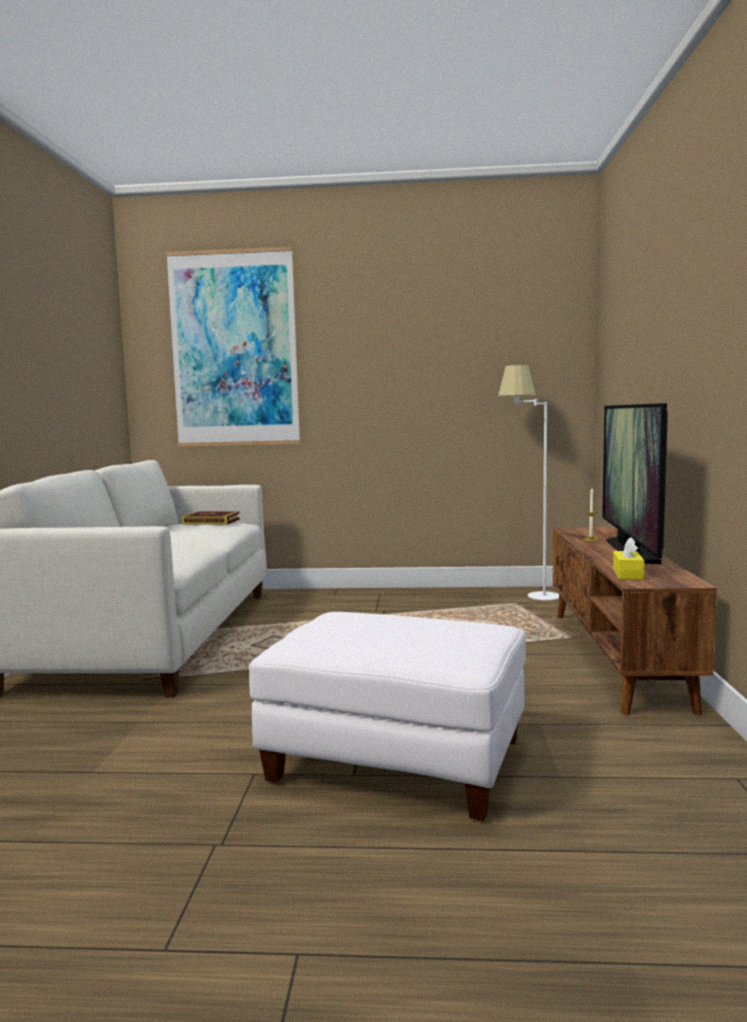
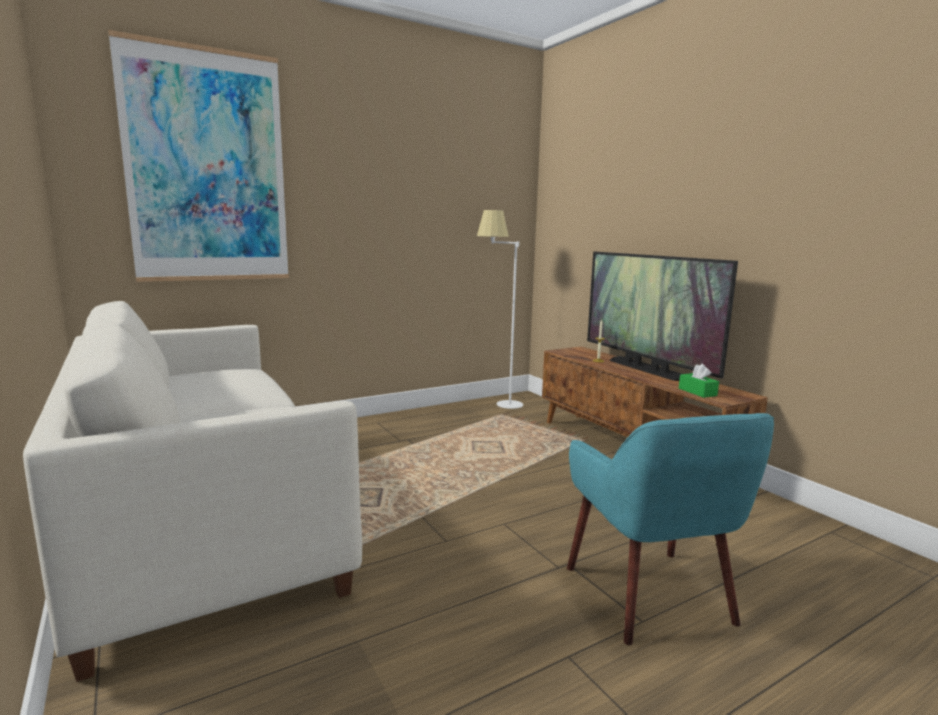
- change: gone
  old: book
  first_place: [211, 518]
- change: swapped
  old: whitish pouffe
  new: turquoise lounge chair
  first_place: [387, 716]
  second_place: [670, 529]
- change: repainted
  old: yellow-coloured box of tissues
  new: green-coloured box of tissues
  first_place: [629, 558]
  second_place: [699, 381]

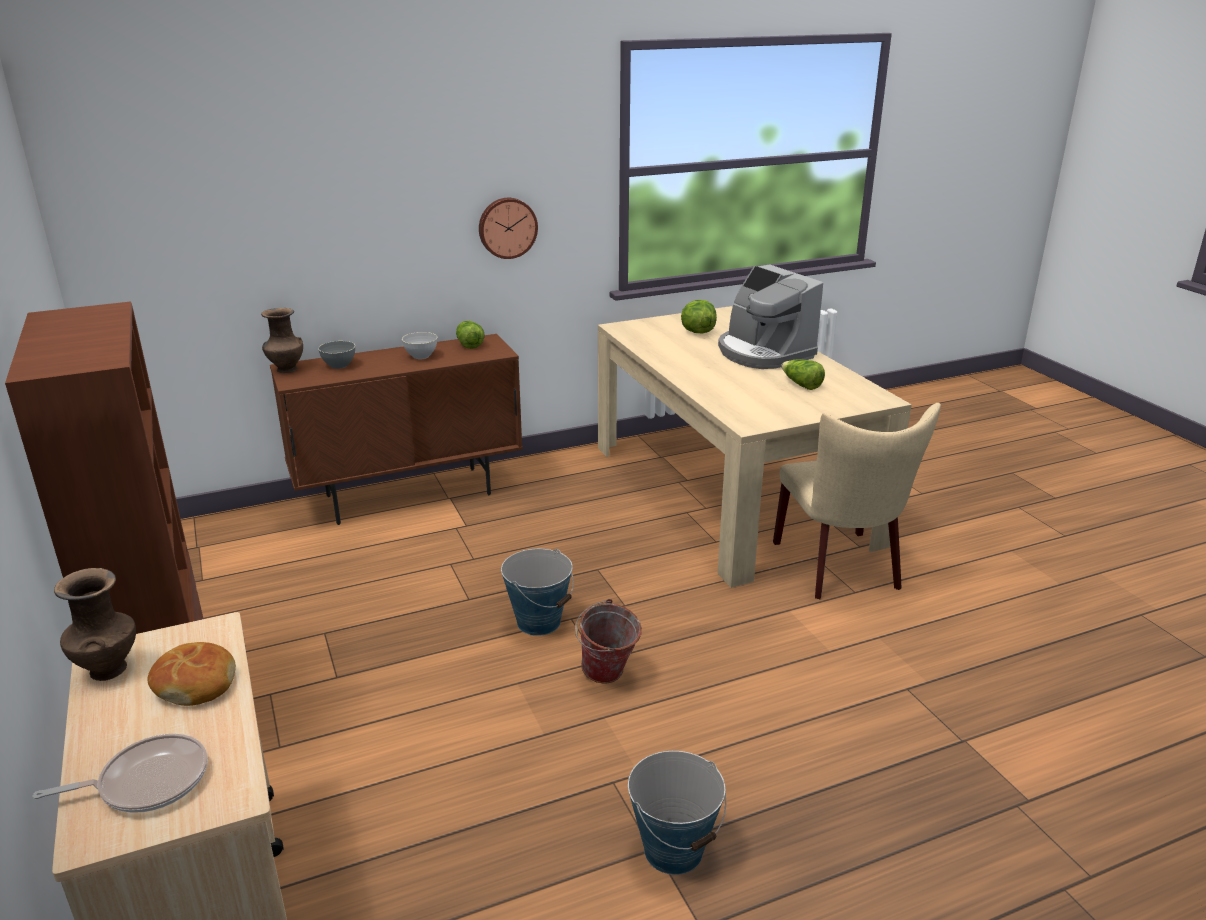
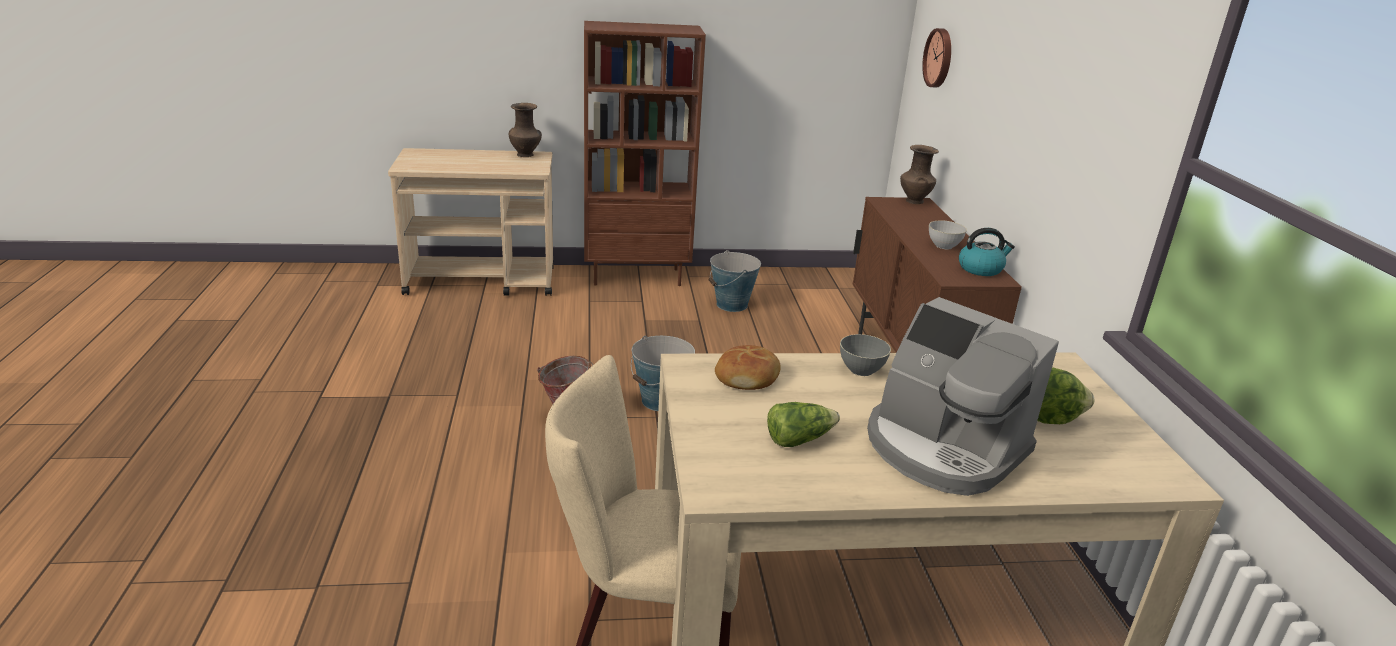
- change: gone
  old: pan
  first_place: [120, 773]
- change: shifted
  old: bakery bread
  first_place: [192, 674]
  second_place: [748, 367]
- change: shifted
  old: greyish deep dish
  first_place: [336, 355]
  second_place: [865, 355]
- change: swapped
  old: head of lettuce
  new: tea kettle
  first_place: [470, 335]
  second_place: [987, 252]
- change: shifted
  old: hanging clock
  first_place: [508, 228]
  second_place: [936, 57]
- change: shifted
  old: water bucket
  first_place: [677, 813]
  second_place: [735, 281]
- change: rotated
  old: coffee brewer
  first_place: [770, 316]
  second_place: [963, 396]
  degrees: -120

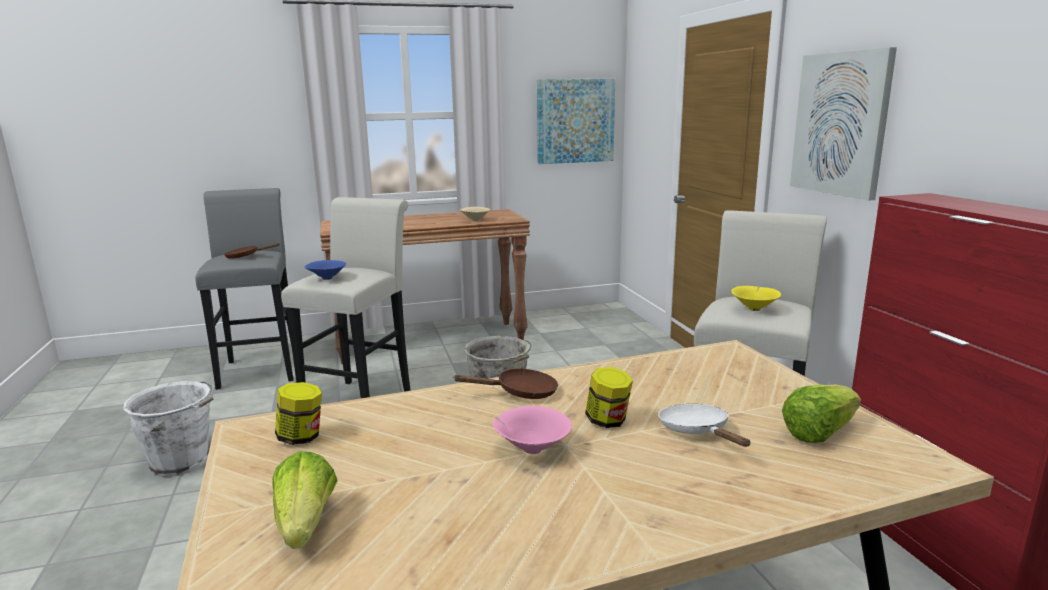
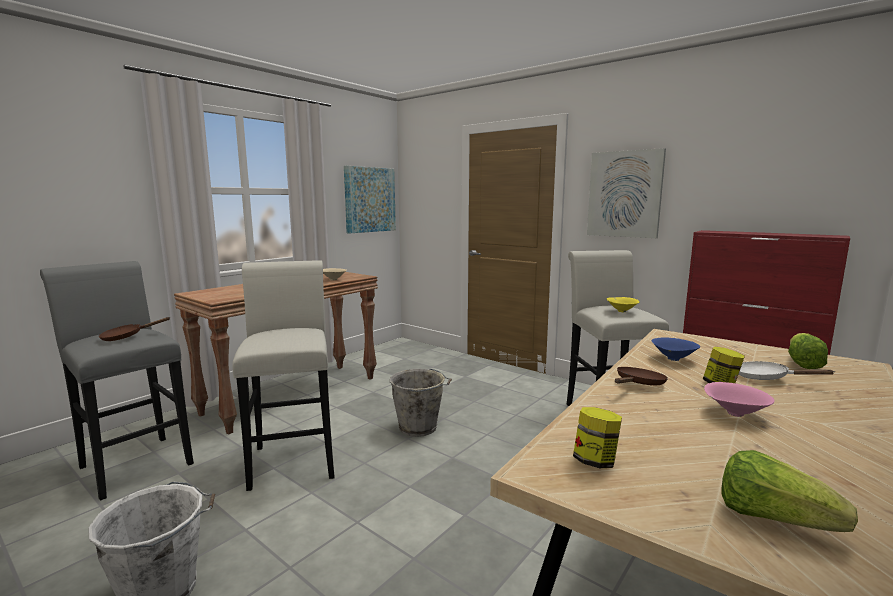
- change: shifted
  old: bluish deep dish
  first_place: [325, 270]
  second_place: [675, 349]

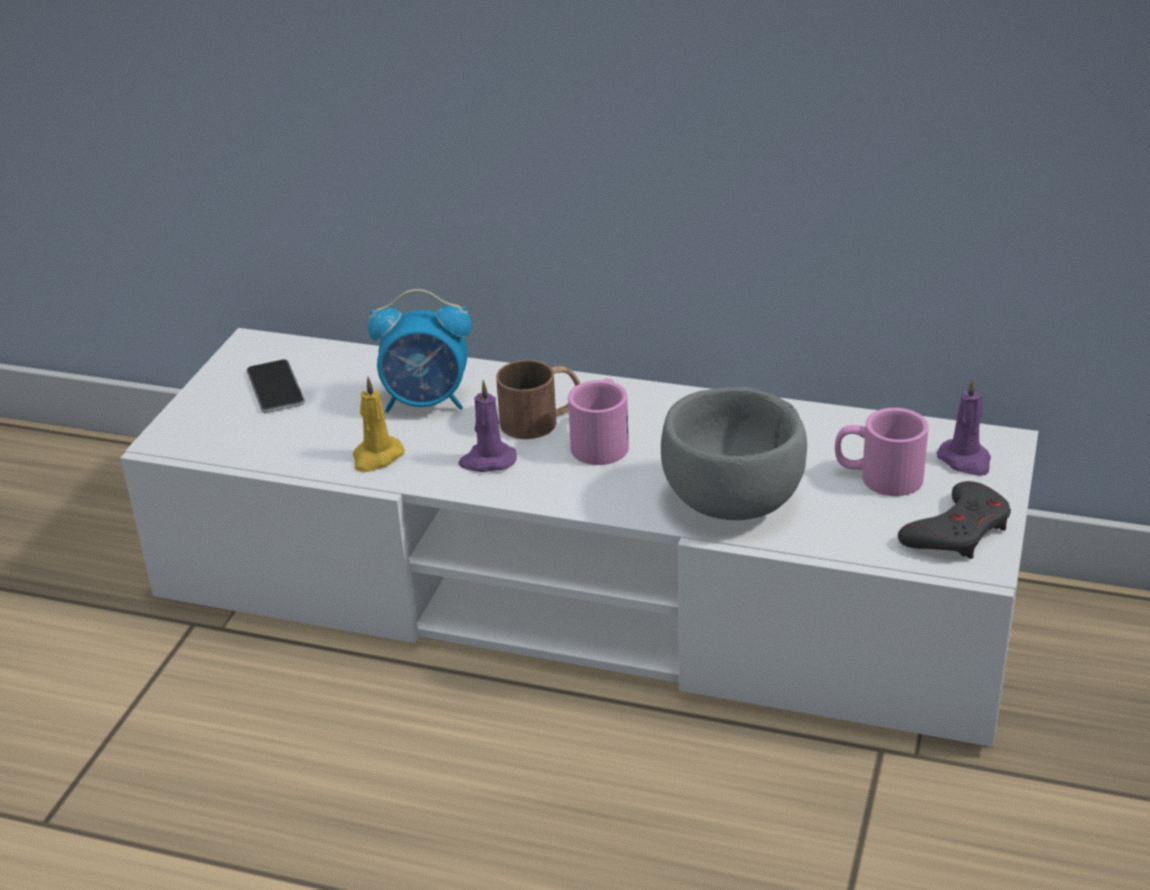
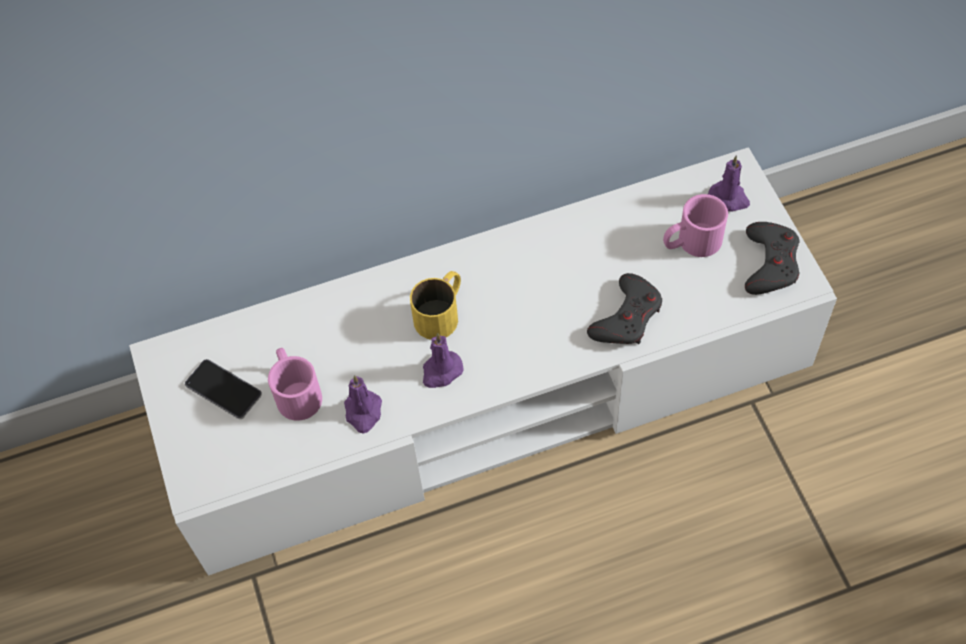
- change: repainted
  old: yellow-coloured candle
  new: purple candle
  first_place: [379, 424]
  second_place: [363, 404]
- change: gone
  old: alarm clock
  first_place: [419, 351]
- change: repainted
  old: brown-coloured coffee mug
  new: yellow-coloured coffee mug
  first_place: [538, 399]
  second_place: [435, 305]
- change: shifted
  old: pinkish coffee mug
  first_place: [598, 421]
  second_place: [295, 384]
- change: swapped
  old: greyish deep dish
  new: greyish gamepad
  first_place: [734, 453]
  second_place: [624, 308]

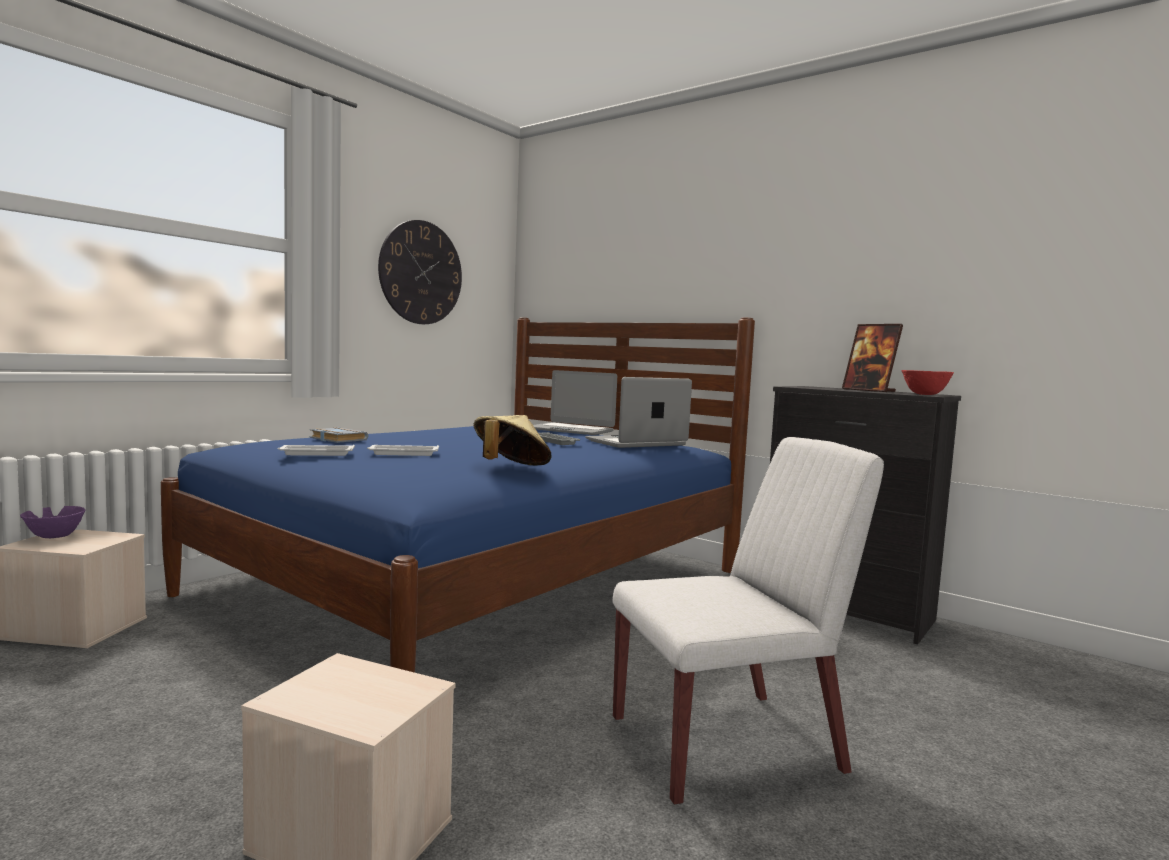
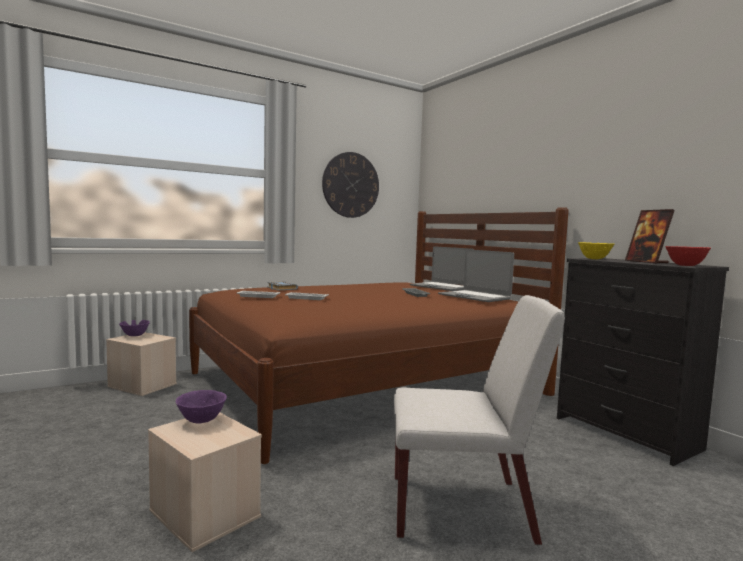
- change: repainted
  old: bluish sleeping bed
  new: brown-coloured sleeping bed
  first_place: [458, 495]
  second_place: [379, 335]
- change: gone
  old: sand-coloured wearable hat
  first_place: [513, 440]
- change: rotated
  old: laptop
  first_place: [638, 412]
  second_place: [476, 275]
  degrees: -120
- change: new
  new: purple deep dish
  second_place: [201, 407]
- change: new
  new: yellow-coloured deep dish
  second_place: [596, 250]

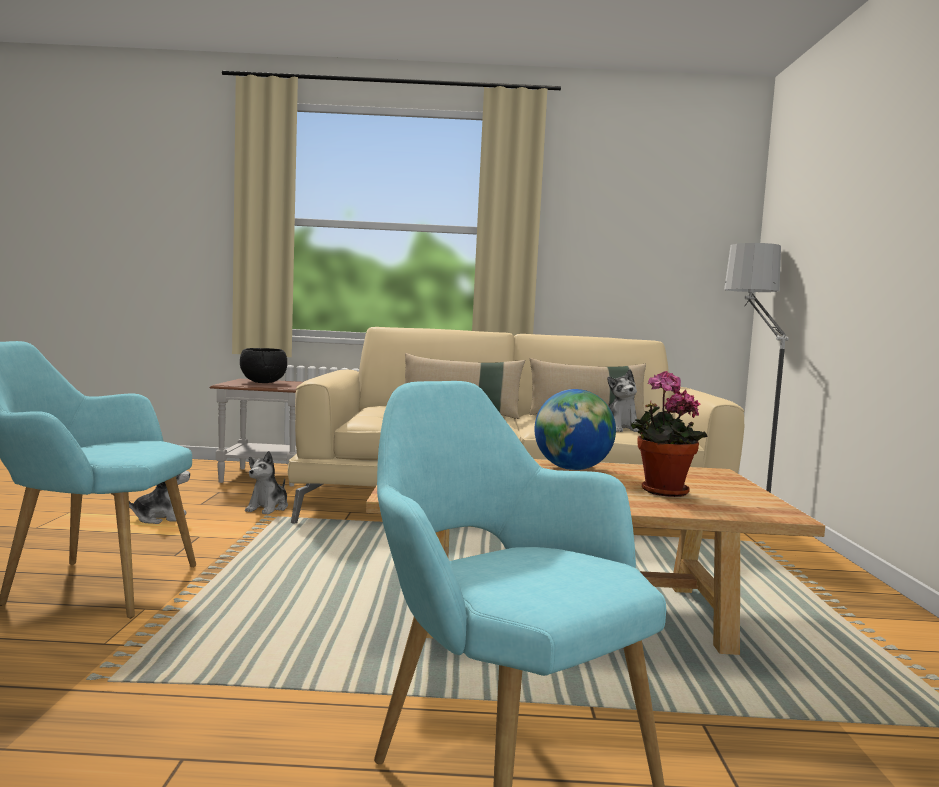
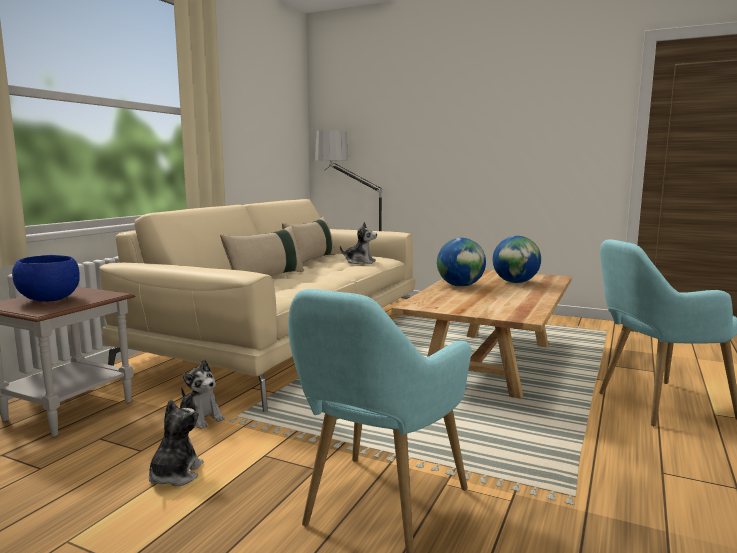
- change: repainted
  old: black-coloured deep dish
  new: bluish deep dish
  first_place: [263, 365]
  second_place: [46, 278]
- change: swapped
  old: houseplant
  new: globe
  first_place: [669, 434]
  second_place: [517, 259]

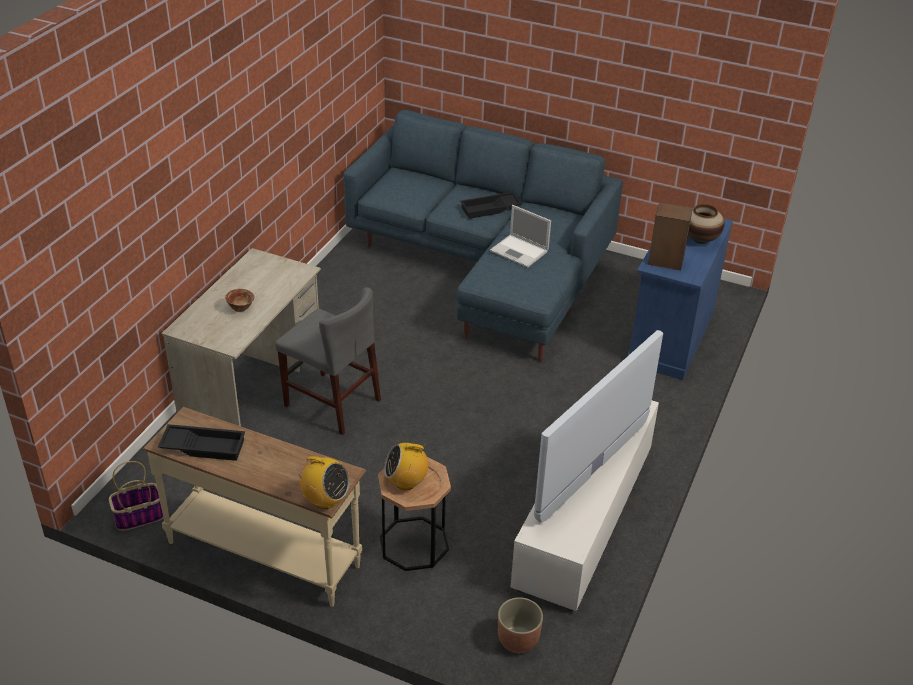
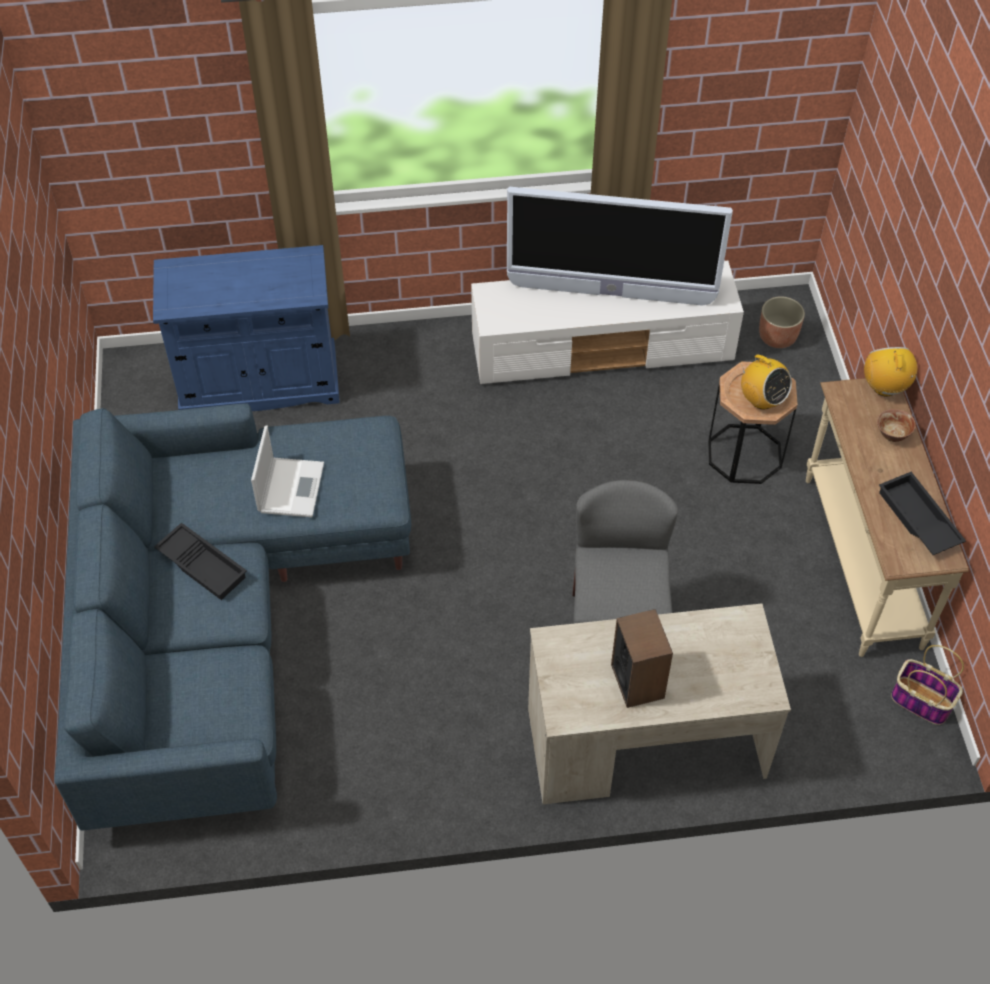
- change: shifted
  old: deep dish
  first_place: [239, 300]
  second_place: [896, 425]
- change: shifted
  old: speaker
  first_place: [670, 236]
  second_place: [642, 658]
- change: gone
  old: decorative vase
  first_place: [706, 224]

